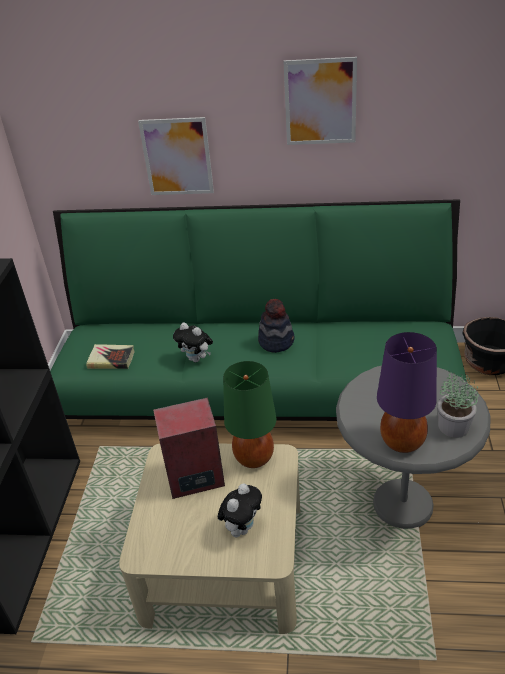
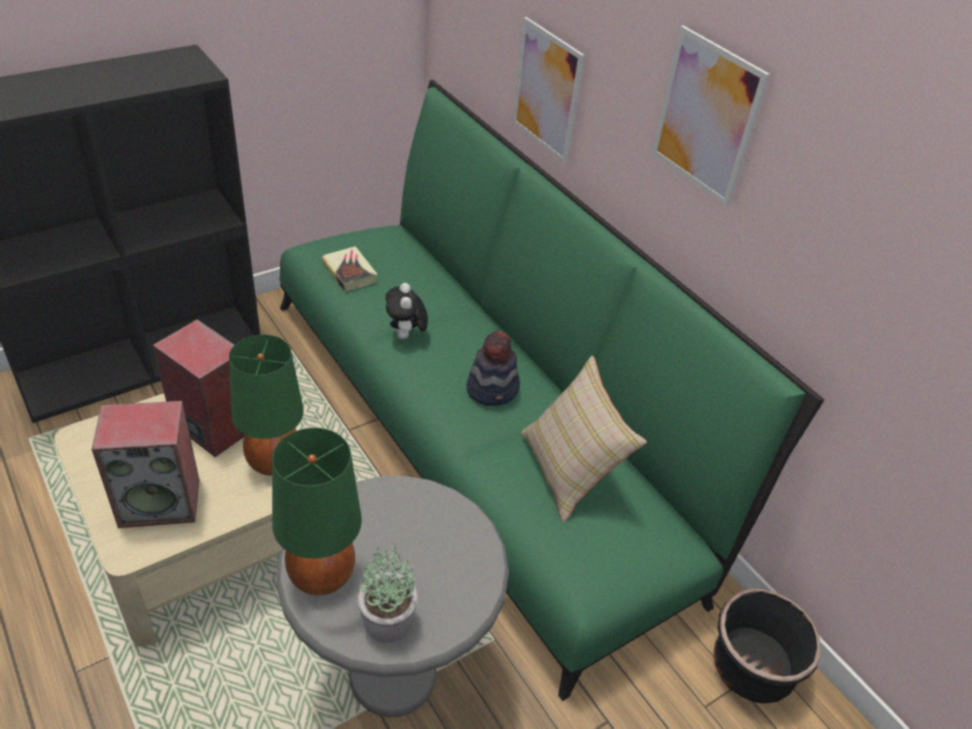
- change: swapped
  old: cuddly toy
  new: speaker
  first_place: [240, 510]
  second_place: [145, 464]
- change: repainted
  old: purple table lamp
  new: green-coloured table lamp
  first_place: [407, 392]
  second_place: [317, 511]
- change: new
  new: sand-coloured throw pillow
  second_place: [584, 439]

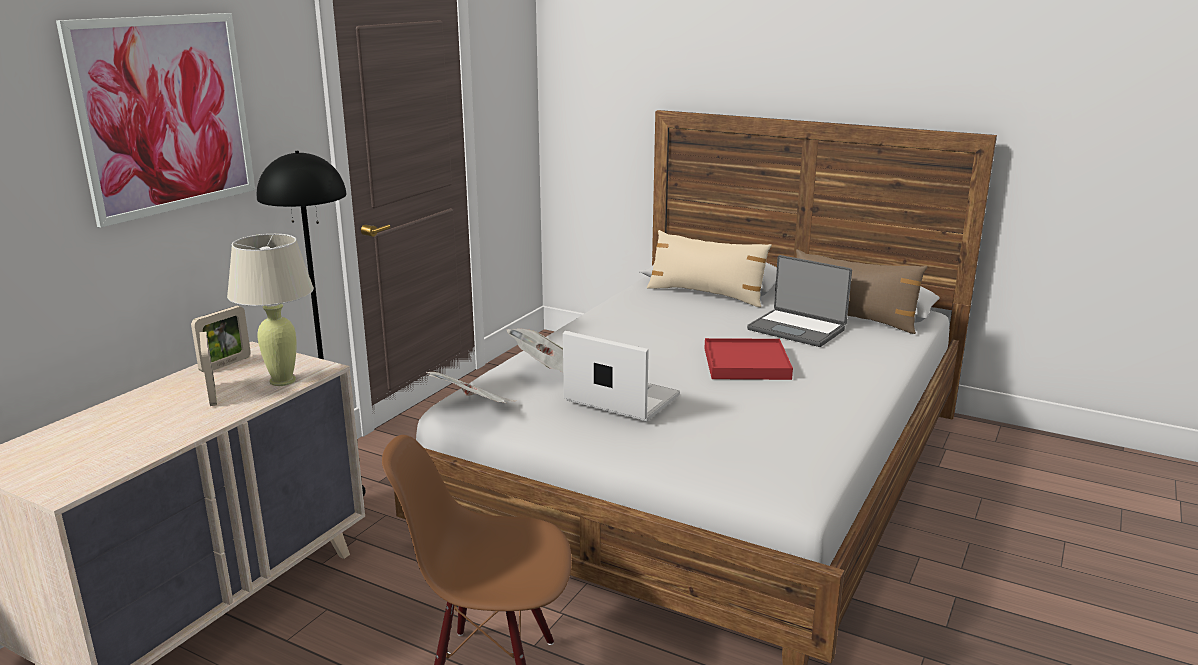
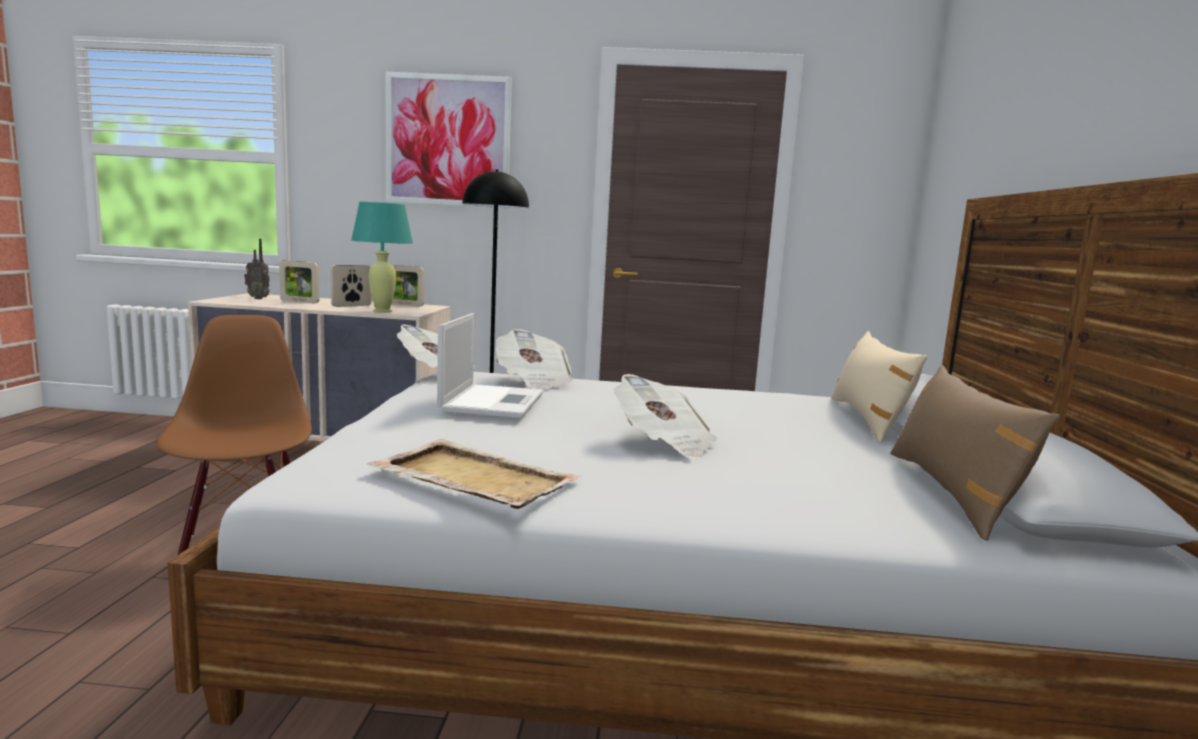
- change: repainted
  old: sand-coloured table lamp
  new: turquoise table lamp
  first_place: [270, 310]
  second_place: [382, 257]
- change: swapped
  old: reddish tray
  new: newspaper
  first_place: [748, 359]
  second_place: [665, 417]
- change: gone
  old: laptop
  first_place: [799, 301]
- change: new
  new: radio
  second_place: [257, 269]
- change: new
  new: picture frame
  second_place: [299, 281]
- change: new
  new: sand-coloured tray
  second_place: [474, 474]

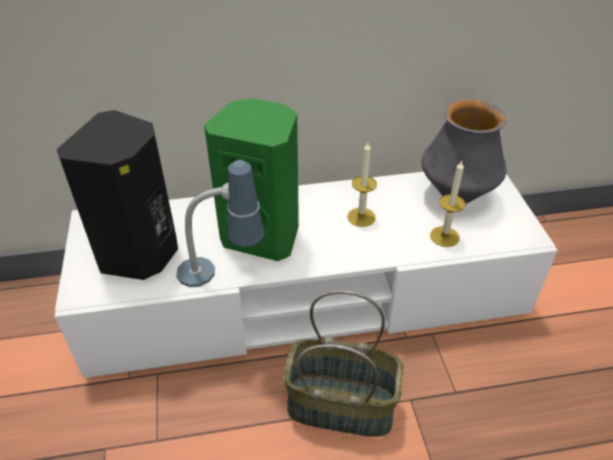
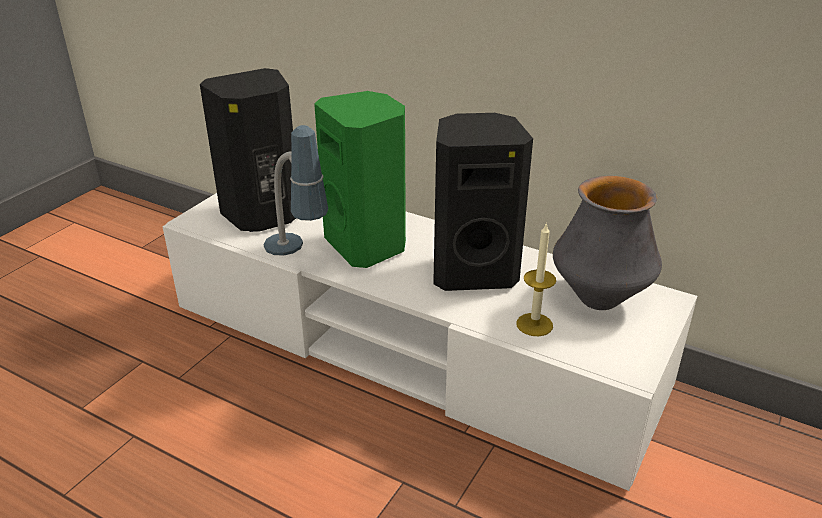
- change: gone
  old: basket
  first_place: [343, 363]
- change: swapped
  old: candle
  new: black-coloured speaker
  first_place: [362, 184]
  second_place: [483, 202]

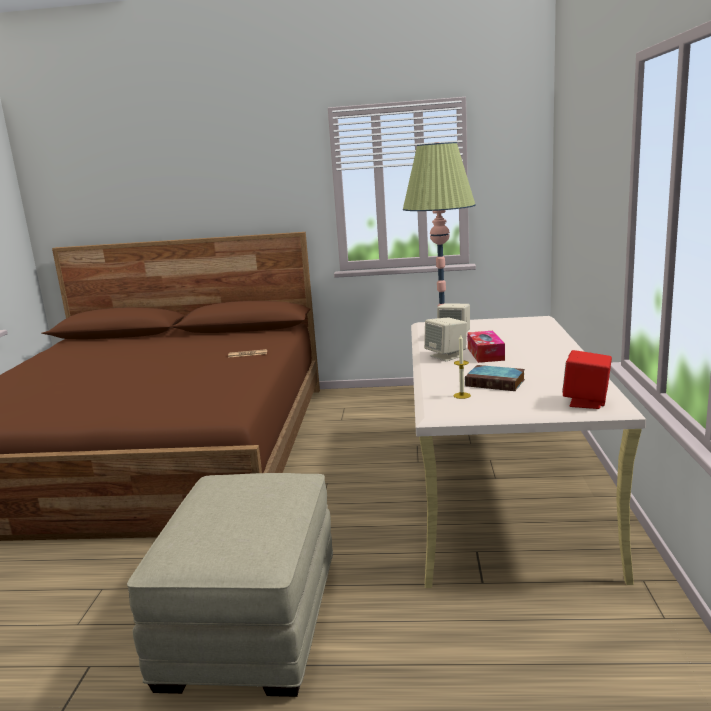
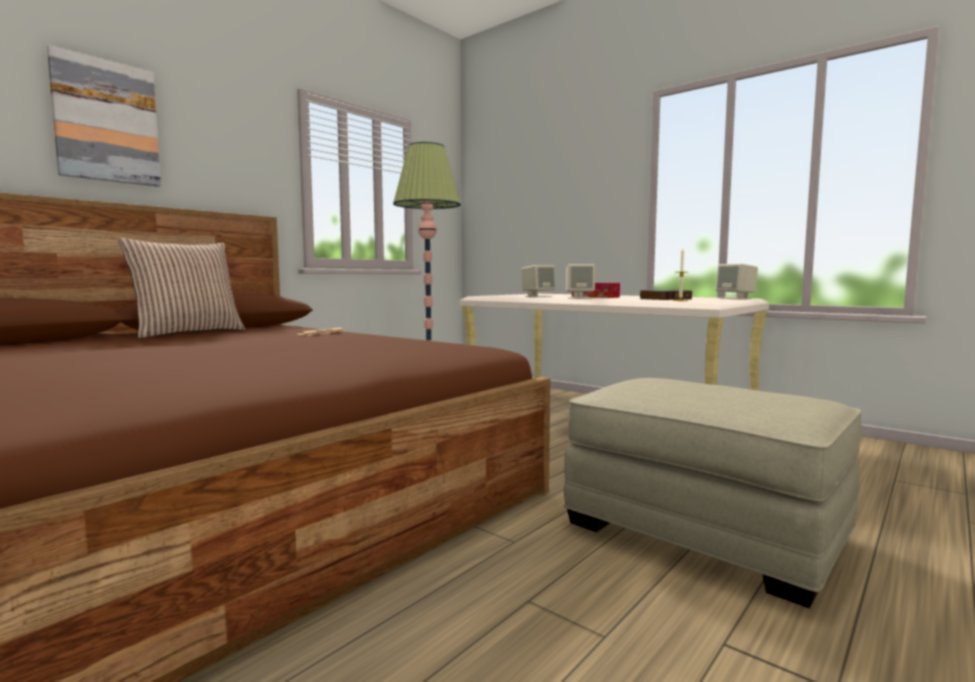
- change: repainted
  old: reddish speaker
  new: sand-coloured speaker
  first_place: [587, 379]
  second_place: [737, 281]
- change: new
  new: wall art
  second_place: [104, 116]
- change: new
  new: throw pillow
  second_place: [181, 288]

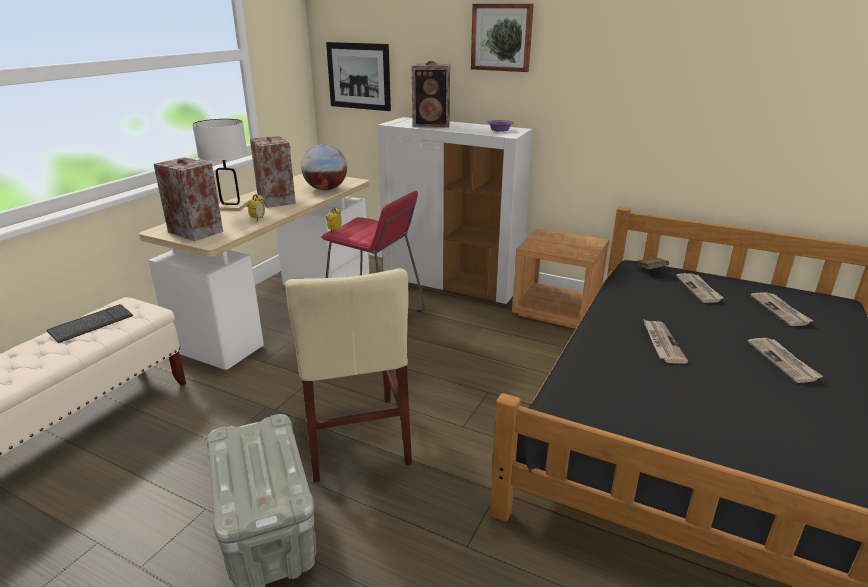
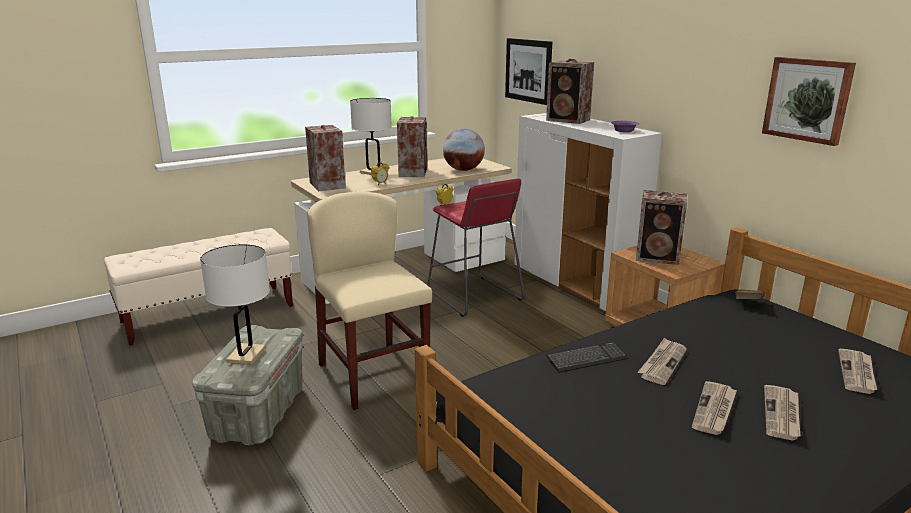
- change: shifted
  old: PC keyboard
  first_place: [90, 323]
  second_place: [587, 357]
- change: rotated
  old: sand-coloured upright chair
  first_place: [348, 375]
  second_place: [369, 301]
  degrees: 135
- change: shifted
  old: wall art
  first_place: [502, 38]
  second_place: [809, 101]
- change: shifted
  old: newspaper
  first_place: [699, 288]
  second_place: [714, 408]
- change: new
  new: whitish table lamp
  second_place: [235, 304]
- change: new
  new: speaker
  second_place: [661, 227]

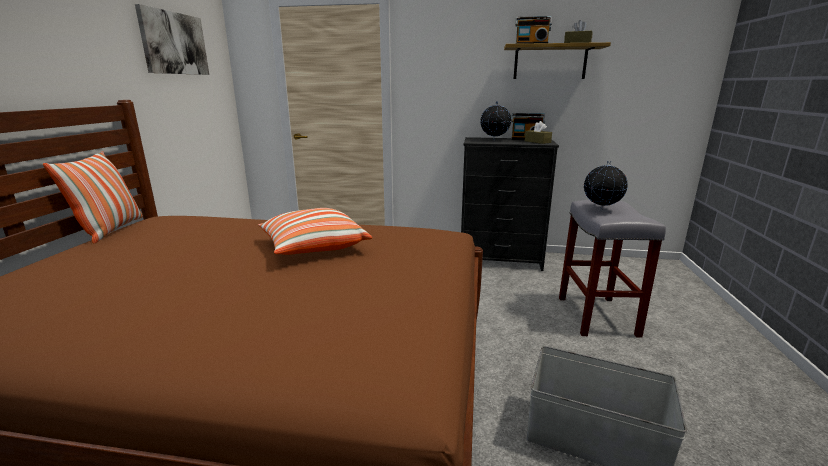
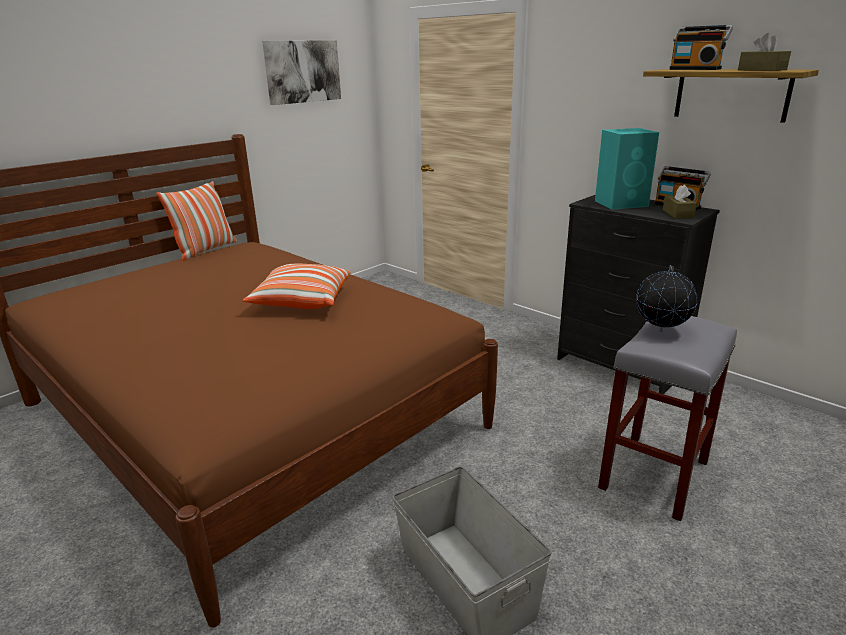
- change: swapped
  old: globe
  new: turquoise speaker
  first_place: [495, 121]
  second_place: [627, 169]

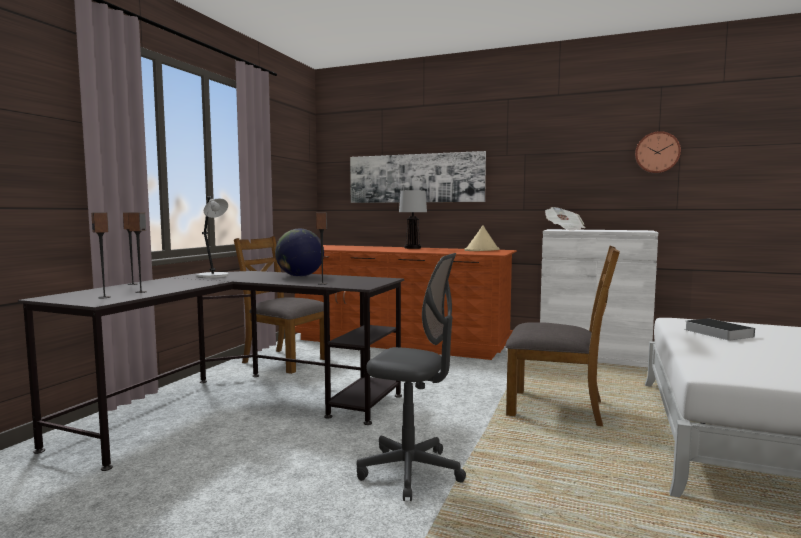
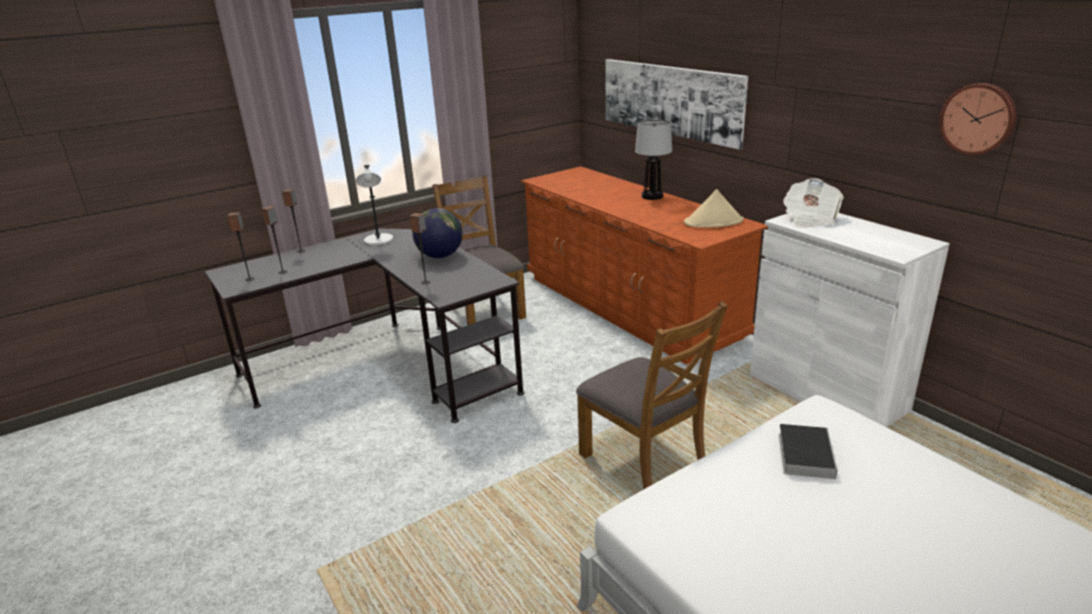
- change: gone
  old: greyish office chair
  first_place: [411, 377]

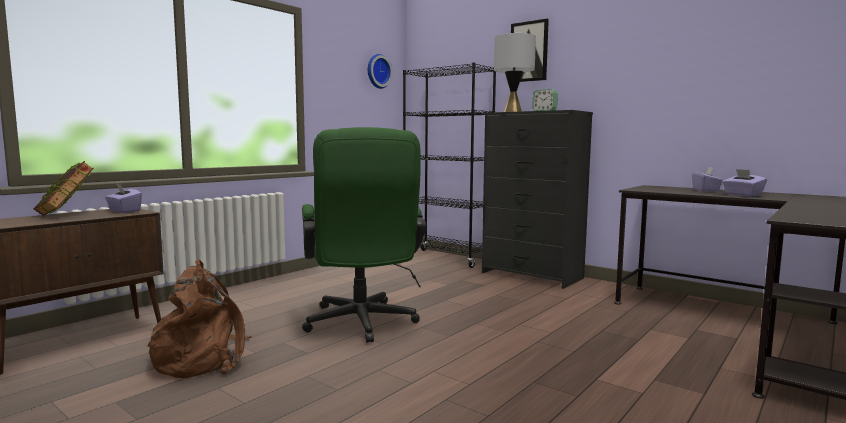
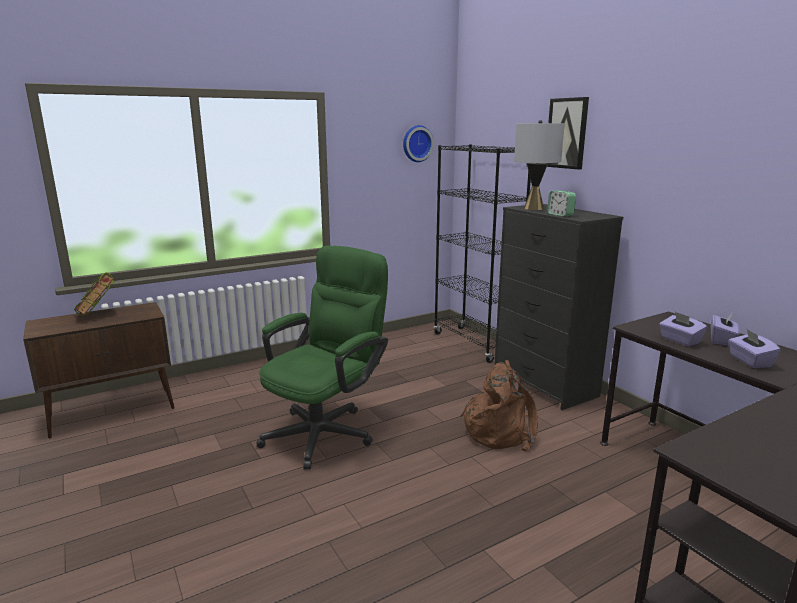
- change: shifted
  old: purple box of tissues
  first_place: [123, 198]
  second_place: [683, 329]
- change: shifted
  old: brown-coloured knapsack
  first_place: [199, 319]
  second_place: [498, 405]
- change: rotated
  old: green-coloured office chair
  first_place: [364, 235]
  second_place: [322, 358]
  degrees: -150

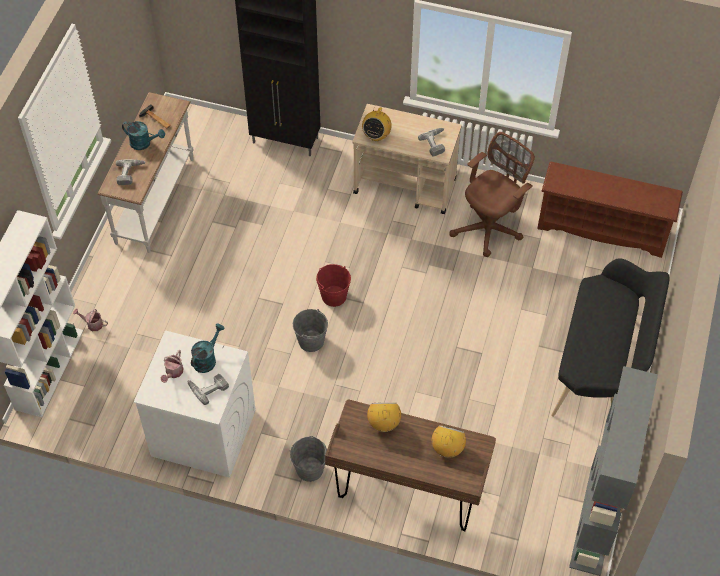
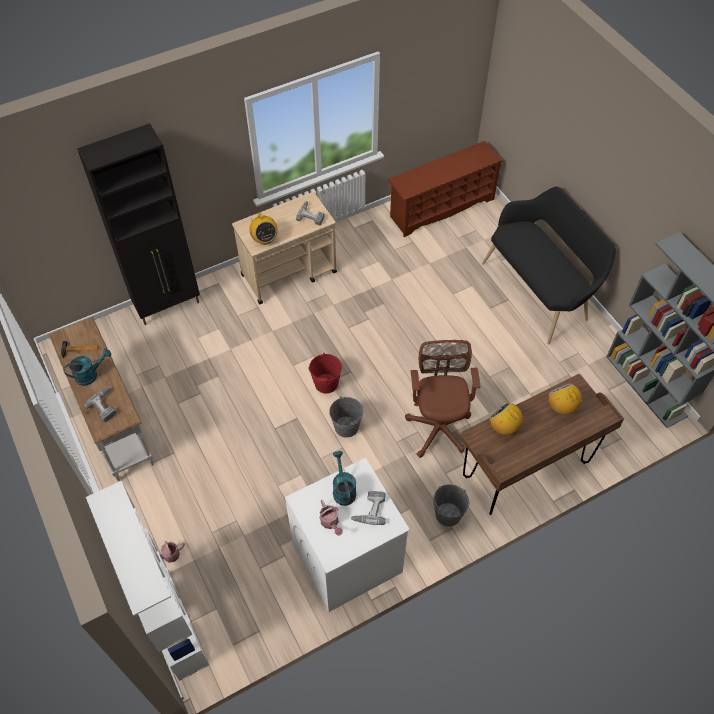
- change: shifted
  old: brown-coloured office chair
  first_place: [492, 194]
  second_place: [443, 399]

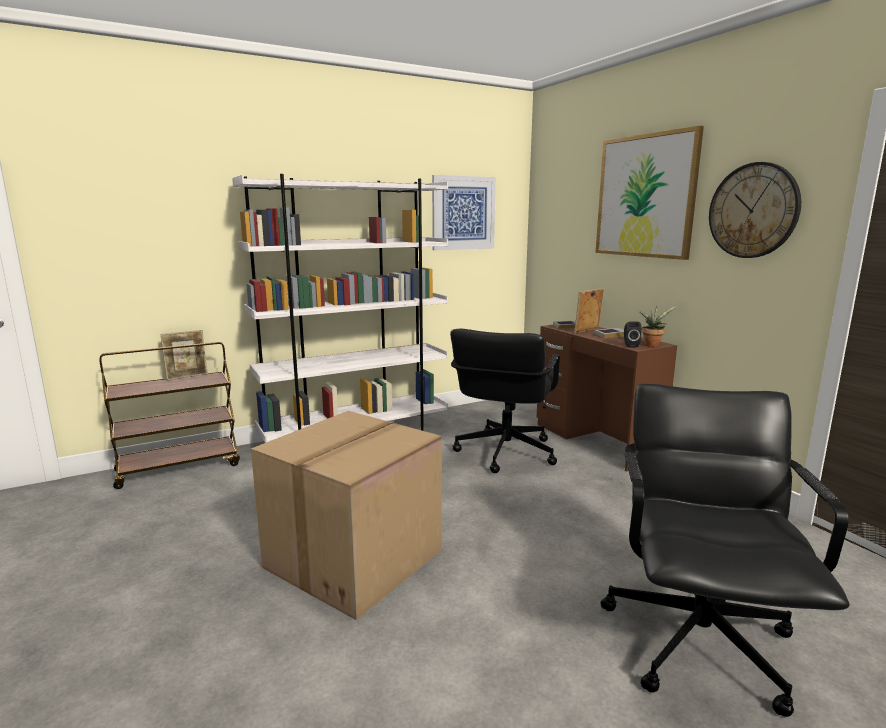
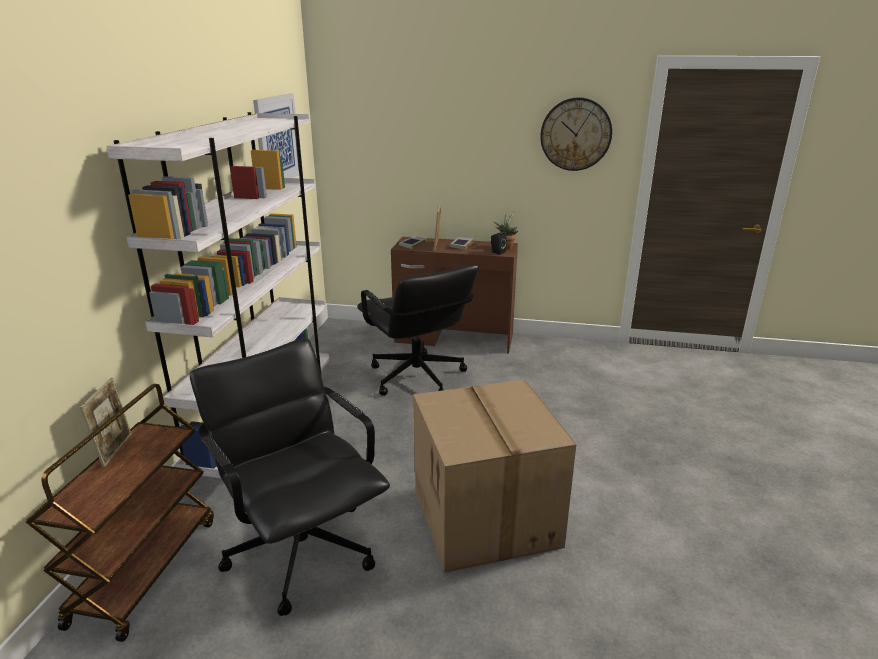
- change: gone
  old: wall art
  first_place: [650, 192]
- change: shifted
  old: black-coloured office chair
  first_place: [725, 550]
  second_place: [290, 477]

